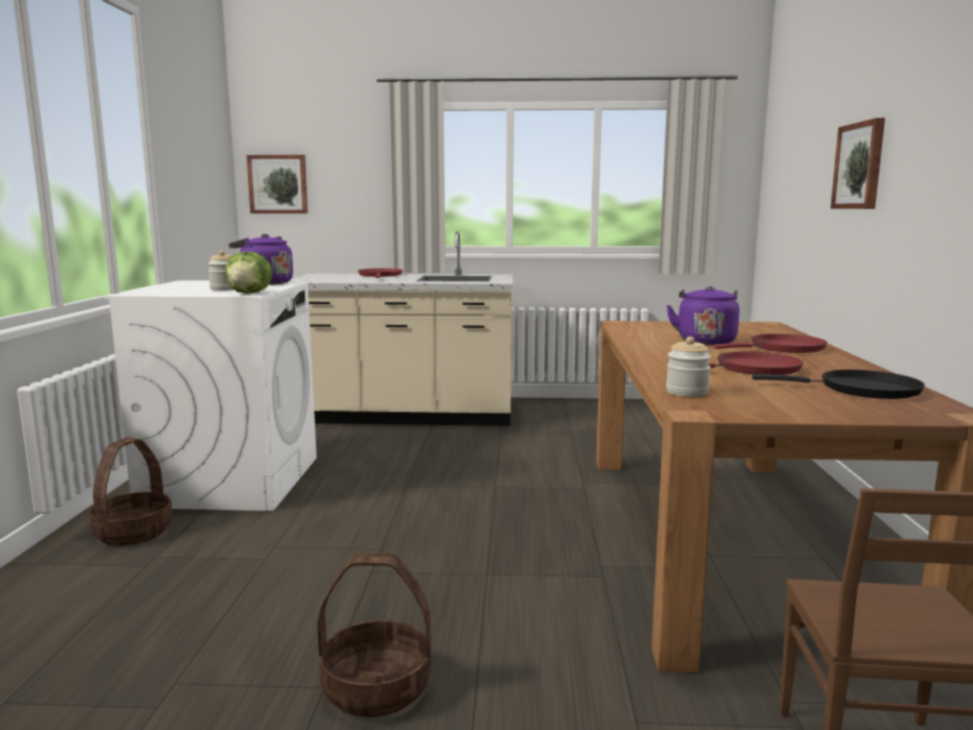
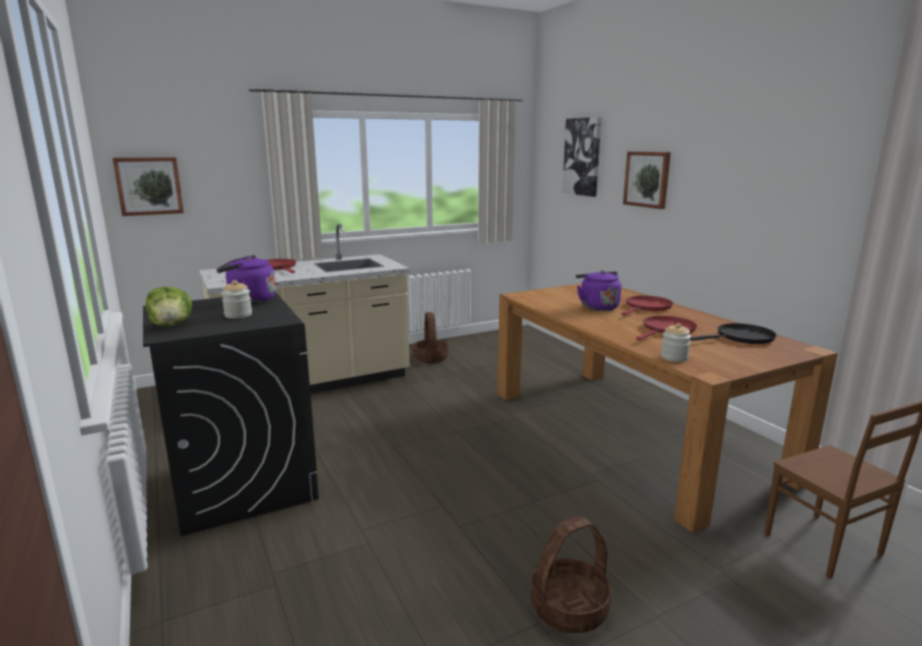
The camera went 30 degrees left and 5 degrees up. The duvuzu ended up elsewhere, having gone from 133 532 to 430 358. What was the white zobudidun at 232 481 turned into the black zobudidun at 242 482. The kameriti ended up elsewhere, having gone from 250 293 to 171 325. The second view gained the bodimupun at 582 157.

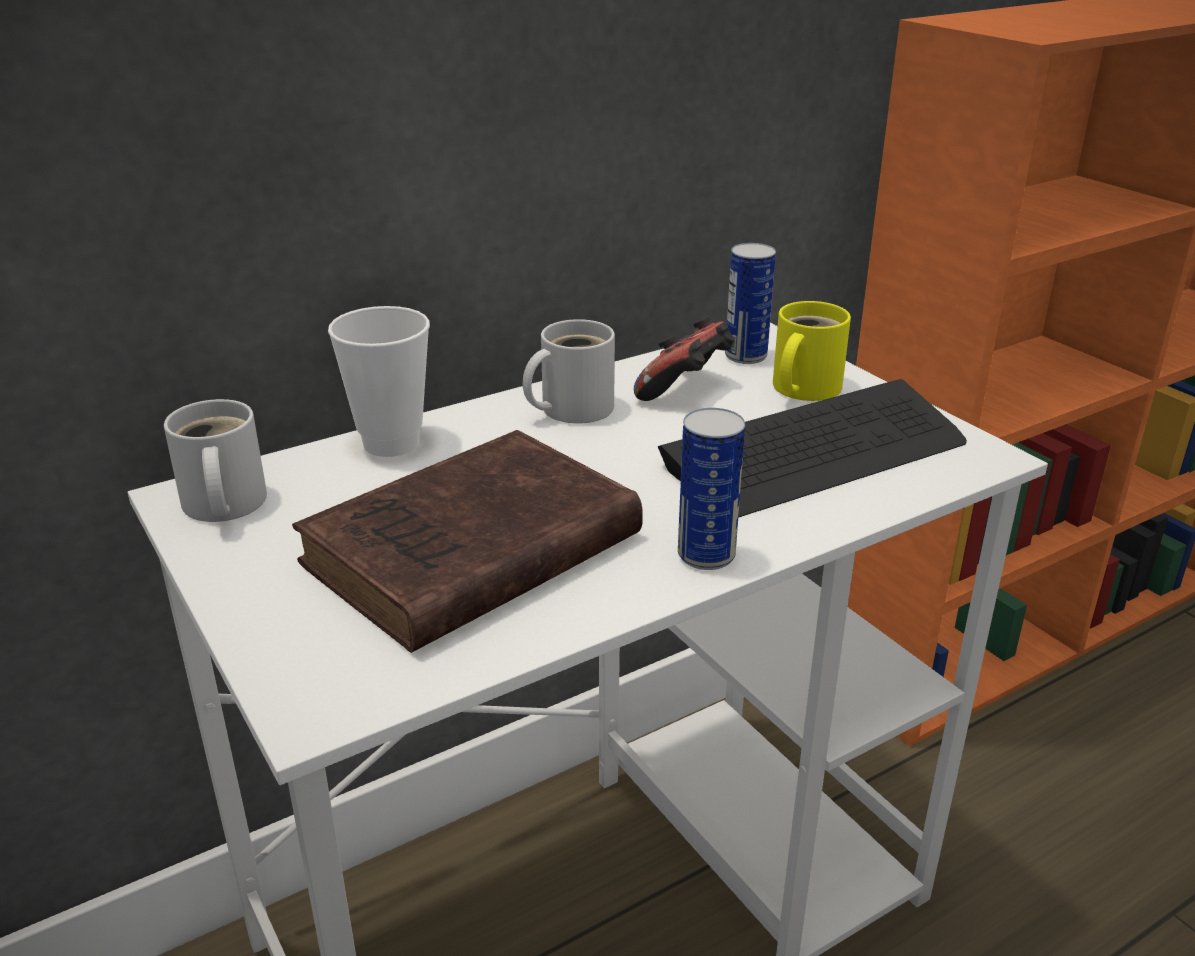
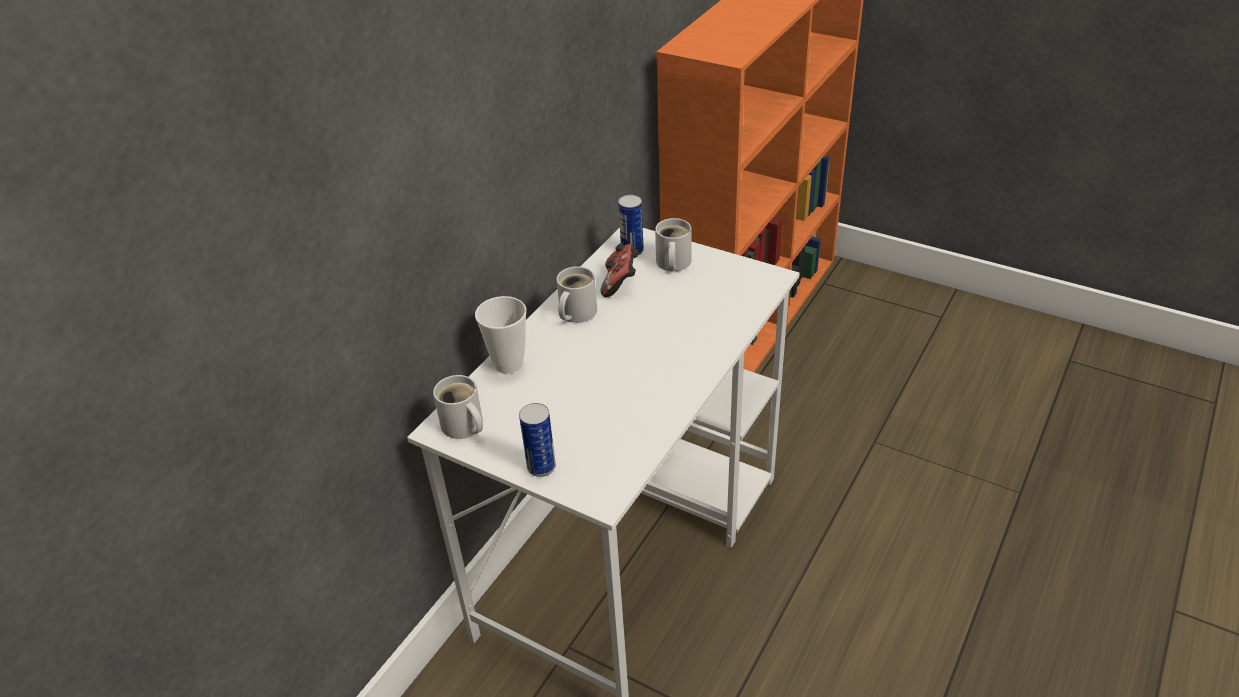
The camera went 25 degrees left and 10 degrees up. The second view lost the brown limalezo at 465 554. The second view lost the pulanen at 815 453. The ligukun ended up elsewhere, having gone from 706 555 to 541 467. What was the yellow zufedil at 801 388 turned into the white zufedil at 672 263.

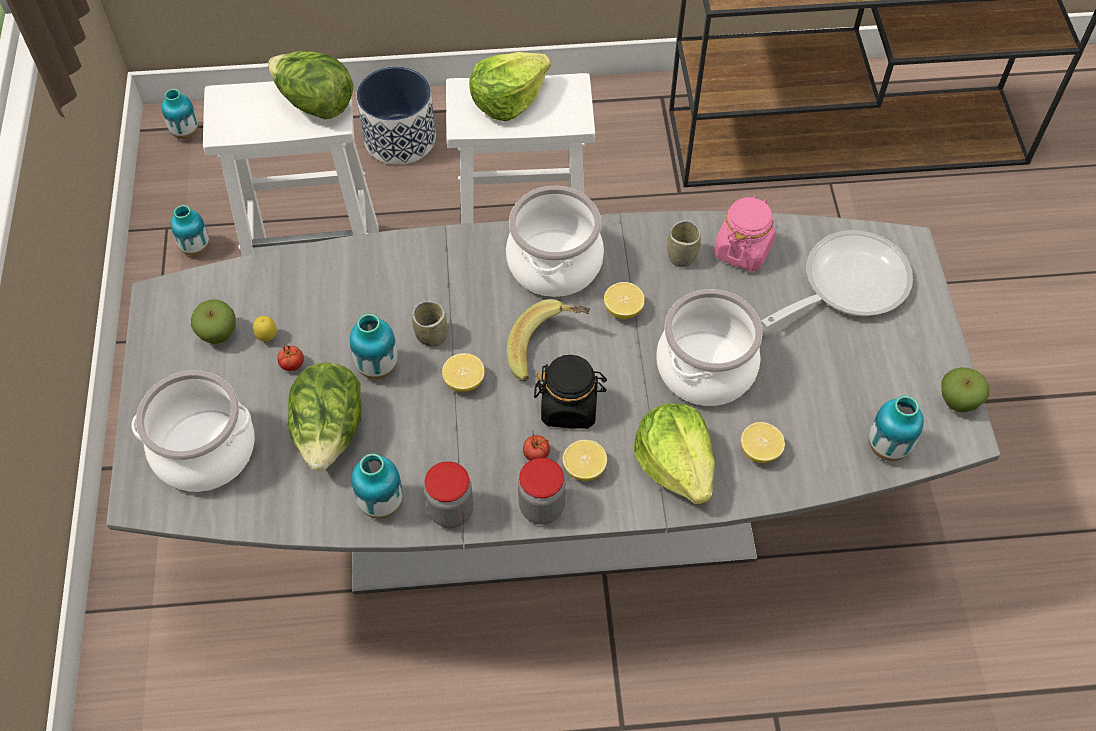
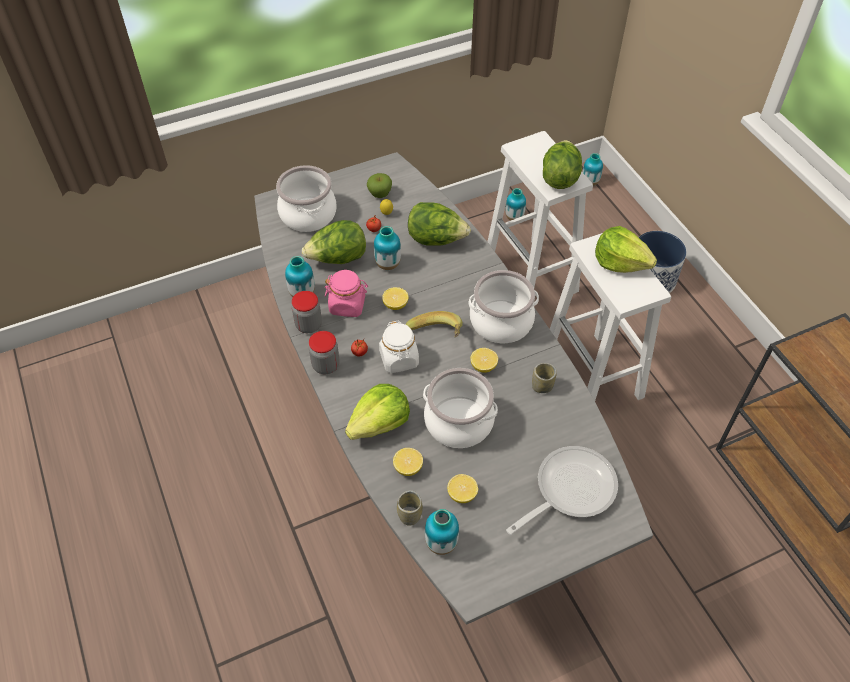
The camera went 70 degrees right and 5 degrees down. The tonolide ended up elsewhere, having gone from 431 335 to 409 515. What was the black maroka at 569 407 turned into the white maroka at 399 359. The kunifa ended up elsewhere, having gone from 584 468 to 462 494. The pink maroka ended up elsewhere, having gone from 743 250 to 347 305. The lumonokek at 847 284 ended up facing another way, 75 degrees counterclockwise from before. The second view lost the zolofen at 957 402. The second view gained the kameriti at 436 239.

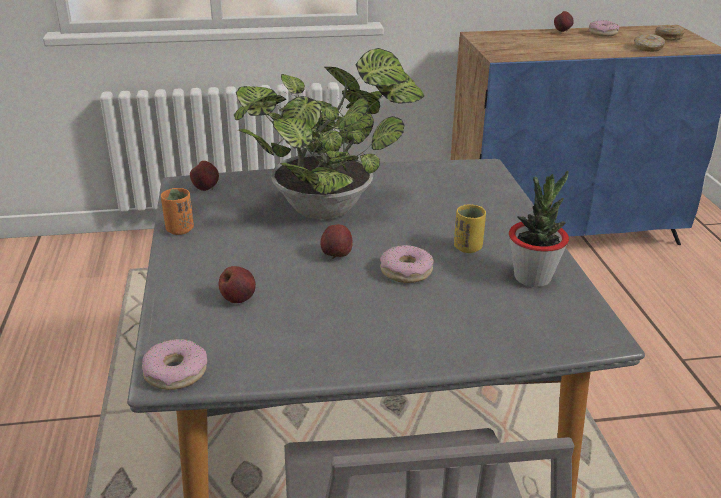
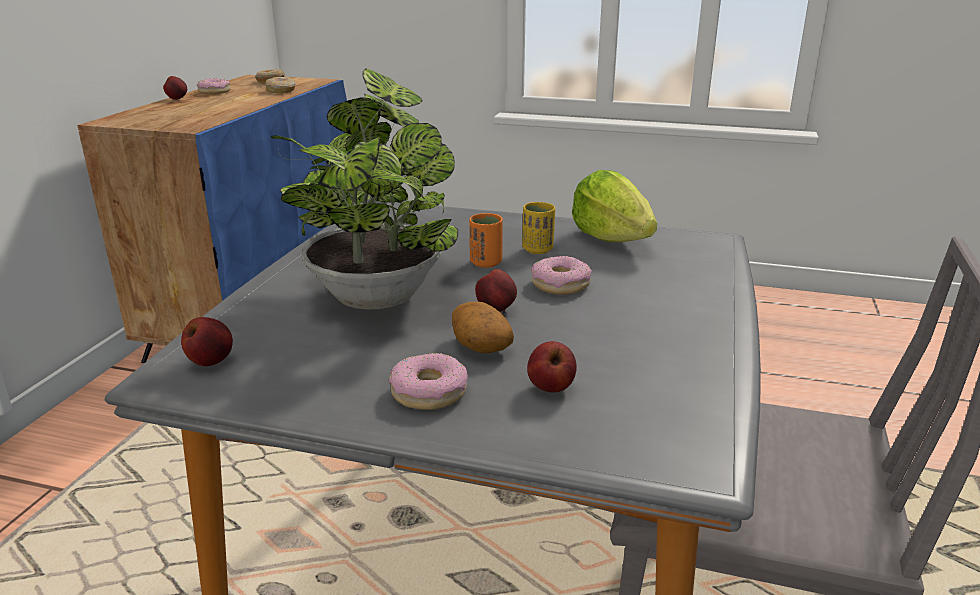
The camera went 65 degrees left and 5 degrees down. The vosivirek ended up elsewhere, having gone from 176 372 to 428 392. The orange tonolide ended up elsewhere, having gone from 179 230 to 486 263. Where the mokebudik stood at 532 277, the kameriti came to stand at 612 239. The second view gained the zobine at 480 345.

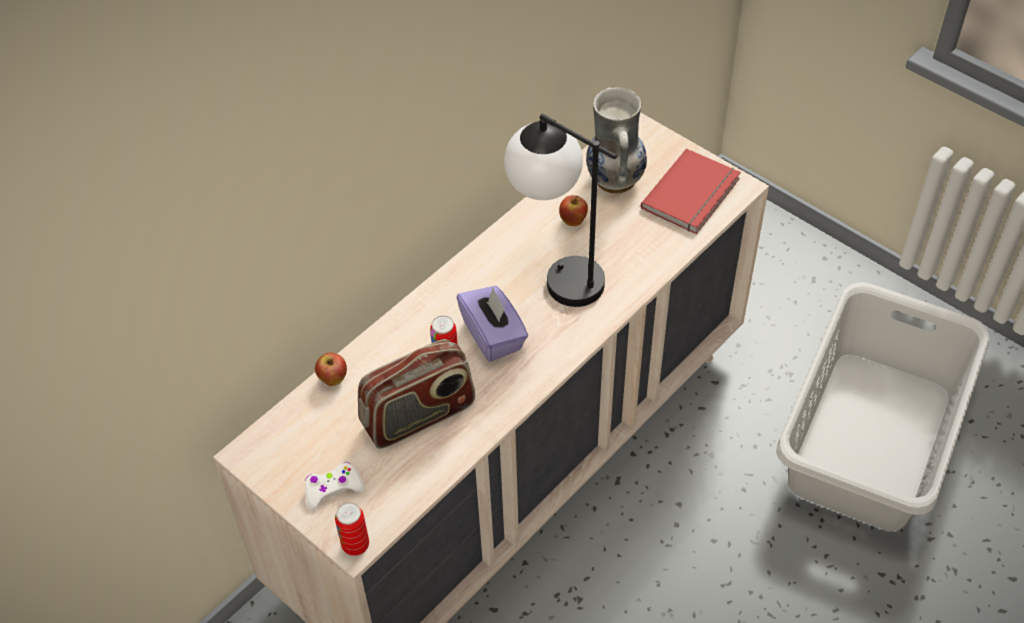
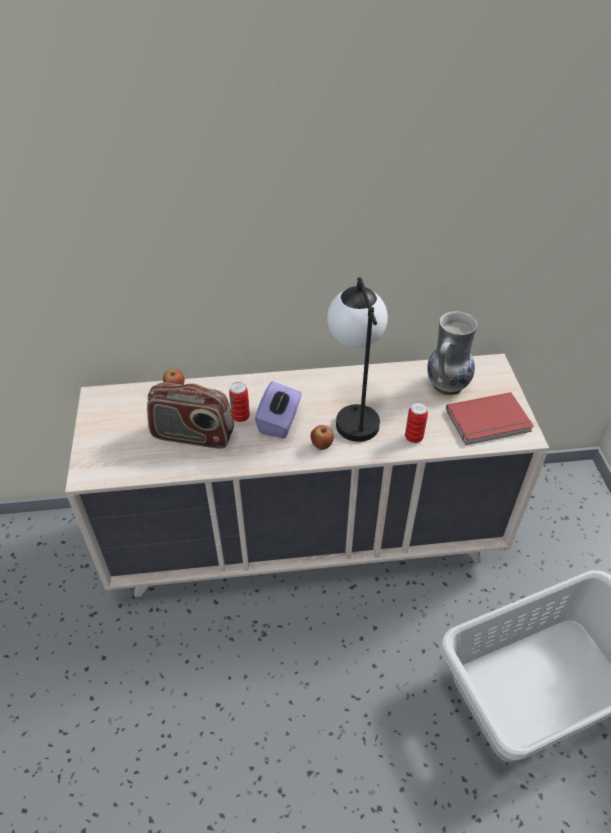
The camera went 40 degrees right and 5 degrees down. The second view lost the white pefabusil at 333 489. The ligukun ended up elsewhere, having gone from 355 545 to 414 437. The zolofen ended up elsewhere, having gone from 573 221 to 322 446.

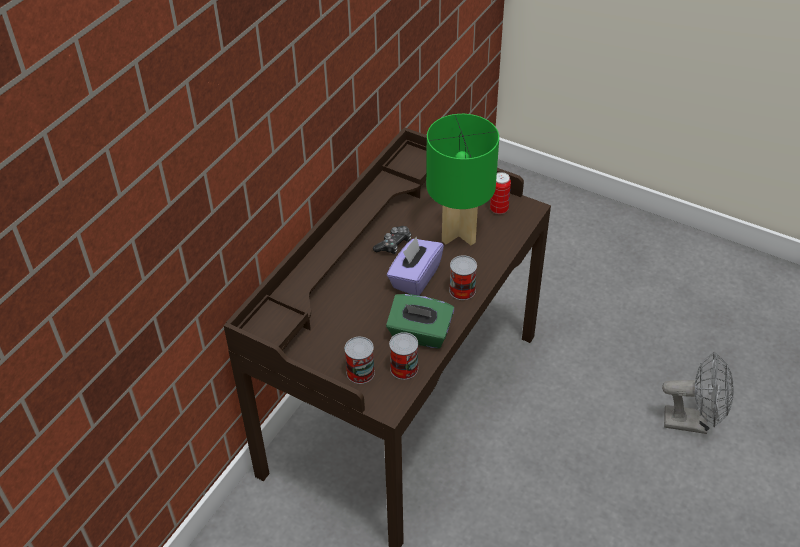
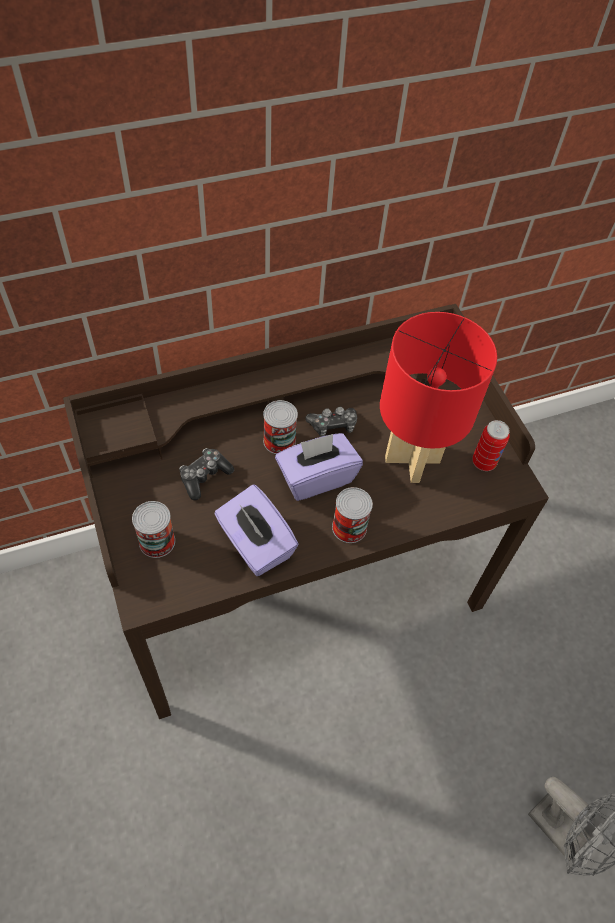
The camera went 35 degrees right and 10 degrees up. What was the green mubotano at 419 334 turned into the purple mubotano at 255 544. The ligukun ended up elsewhere, having gone from 404 368 to 279 441. What was the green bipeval at 458 233 turned into the red bipeval at 411 458. The second view gained the pefabusil at 204 476.

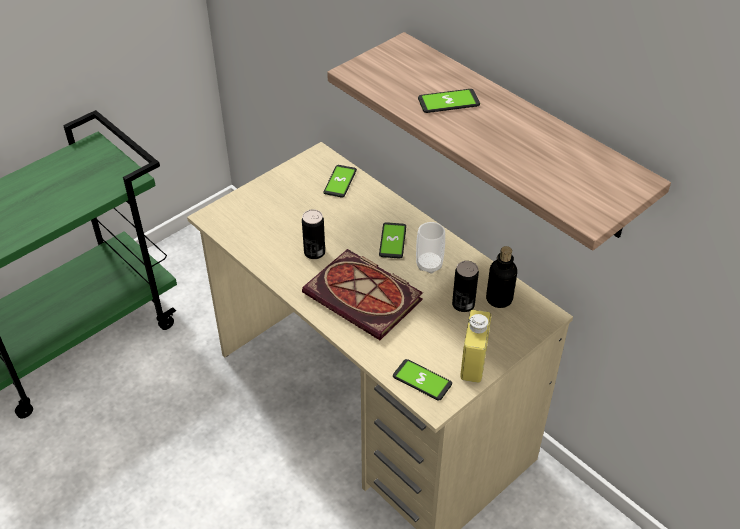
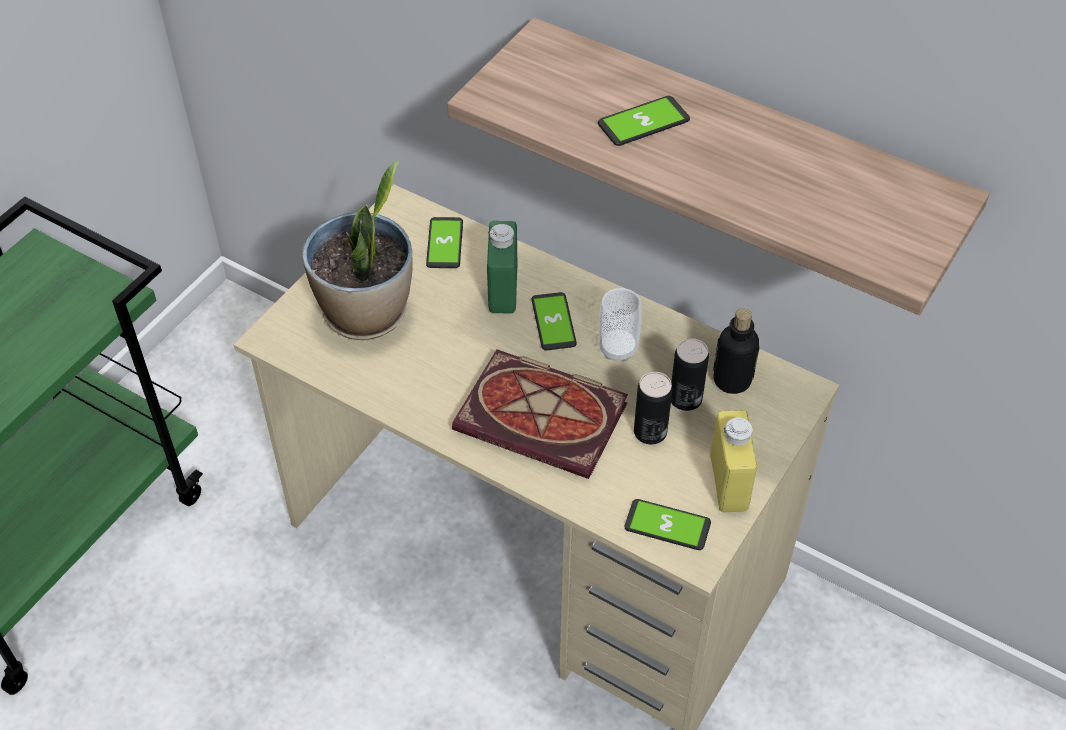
The camera went 15 degrees left and 5 degrees up. The ligukun ended up elsewhere, having gone from 314 252 to 650 432. The second view gained the mokebudik at 366 313. The second view gained the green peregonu at 503 290.

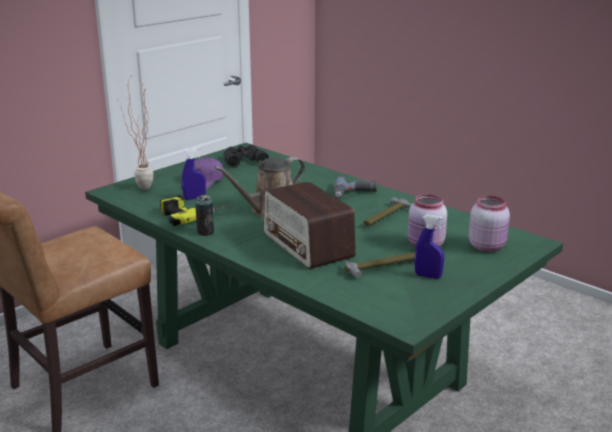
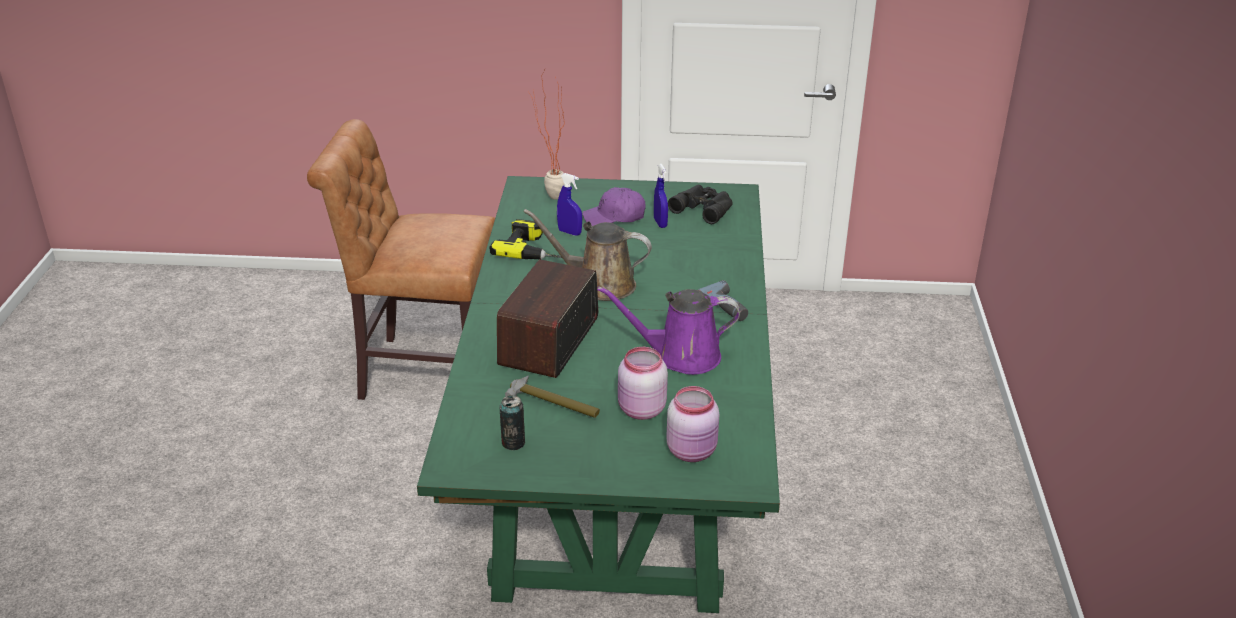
The camera went 50 degrees right and 10 degrees up. The ligukun ended up elsewhere, having gone from 205 232 to 513 443. Where the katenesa stood at 386 217, the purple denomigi came to stand at 680 356. The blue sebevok ended up elsewhere, having gone from 428 276 to 660 223.

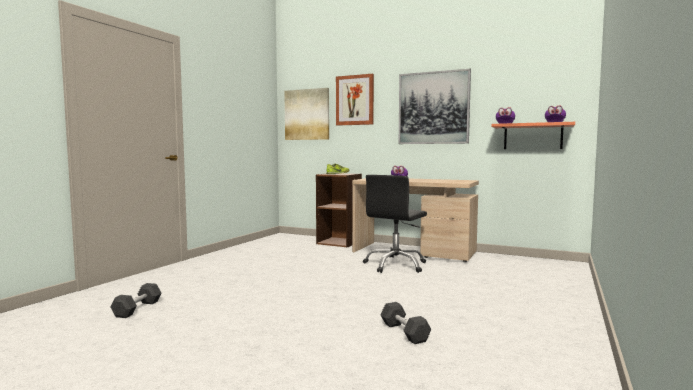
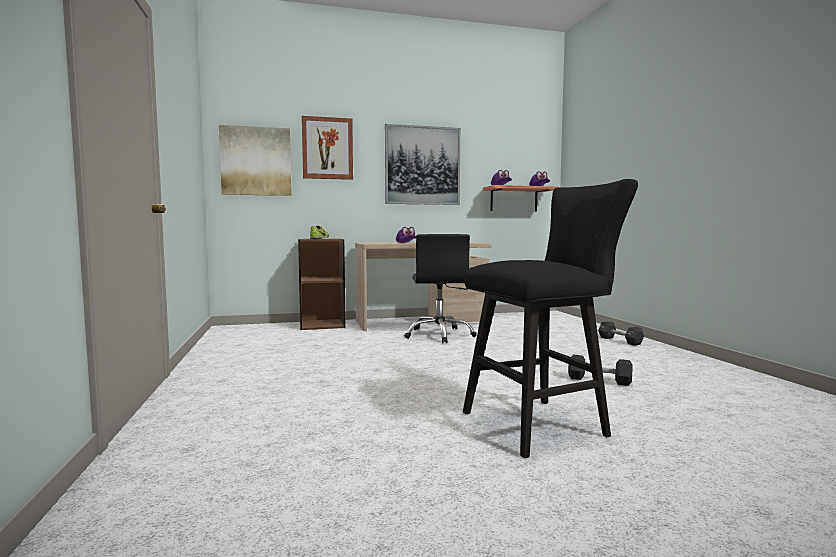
The camera went 40 degrees left and 0 degrees up. The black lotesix ended up elsewhere, having gone from 137 309 to 620 341. The second view gained the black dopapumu at 542 423.

